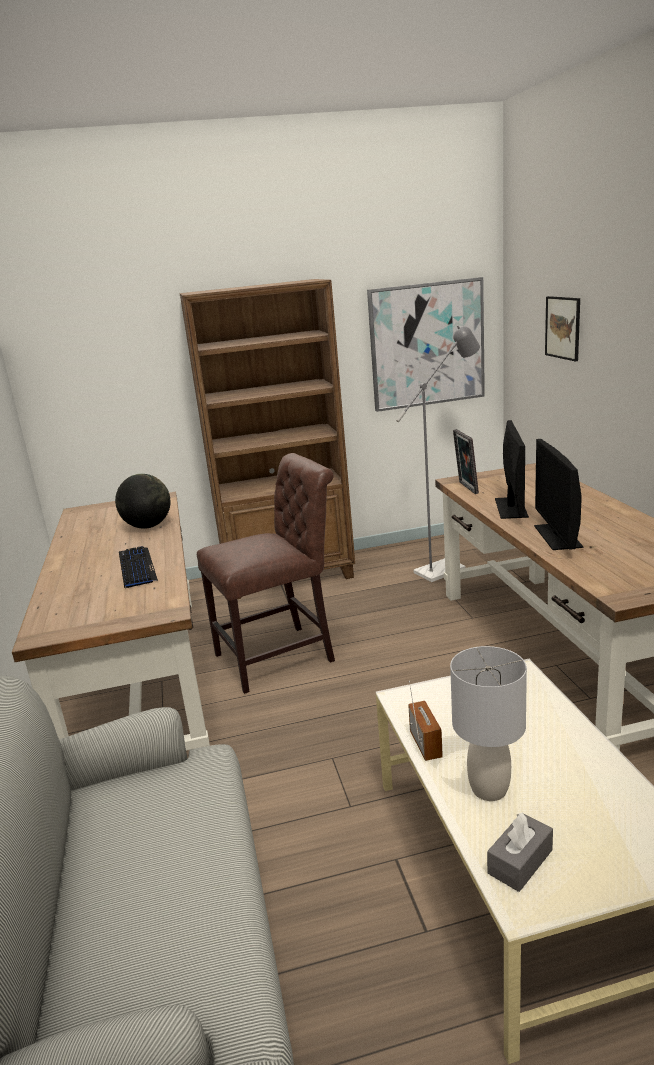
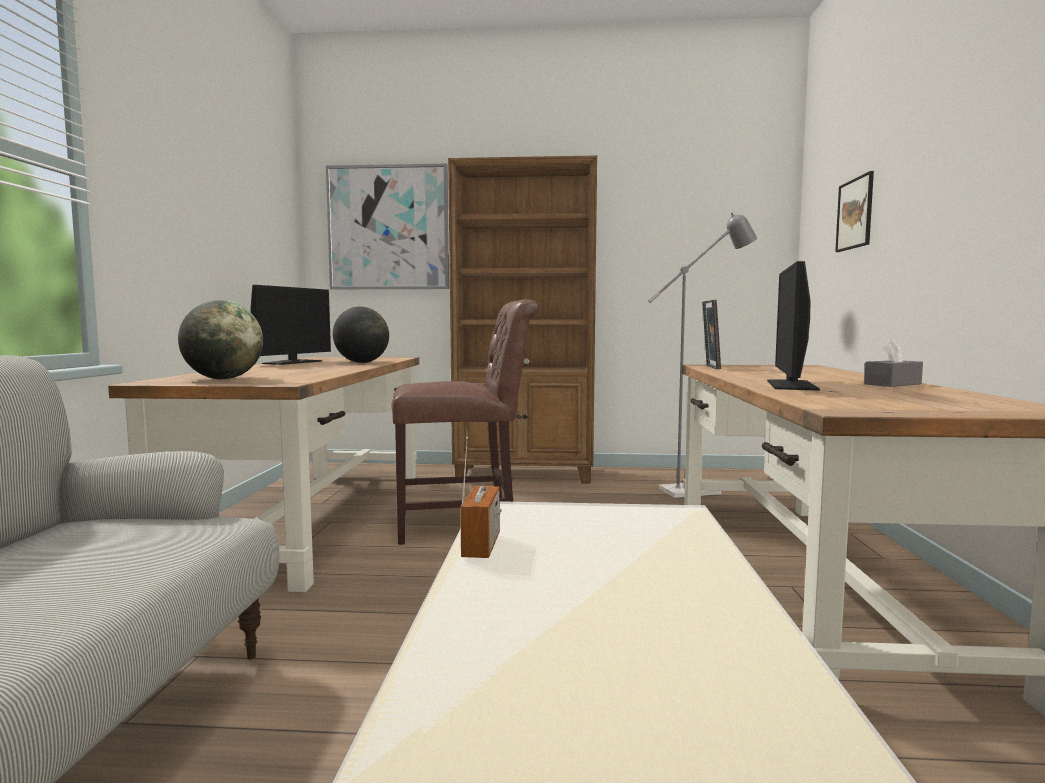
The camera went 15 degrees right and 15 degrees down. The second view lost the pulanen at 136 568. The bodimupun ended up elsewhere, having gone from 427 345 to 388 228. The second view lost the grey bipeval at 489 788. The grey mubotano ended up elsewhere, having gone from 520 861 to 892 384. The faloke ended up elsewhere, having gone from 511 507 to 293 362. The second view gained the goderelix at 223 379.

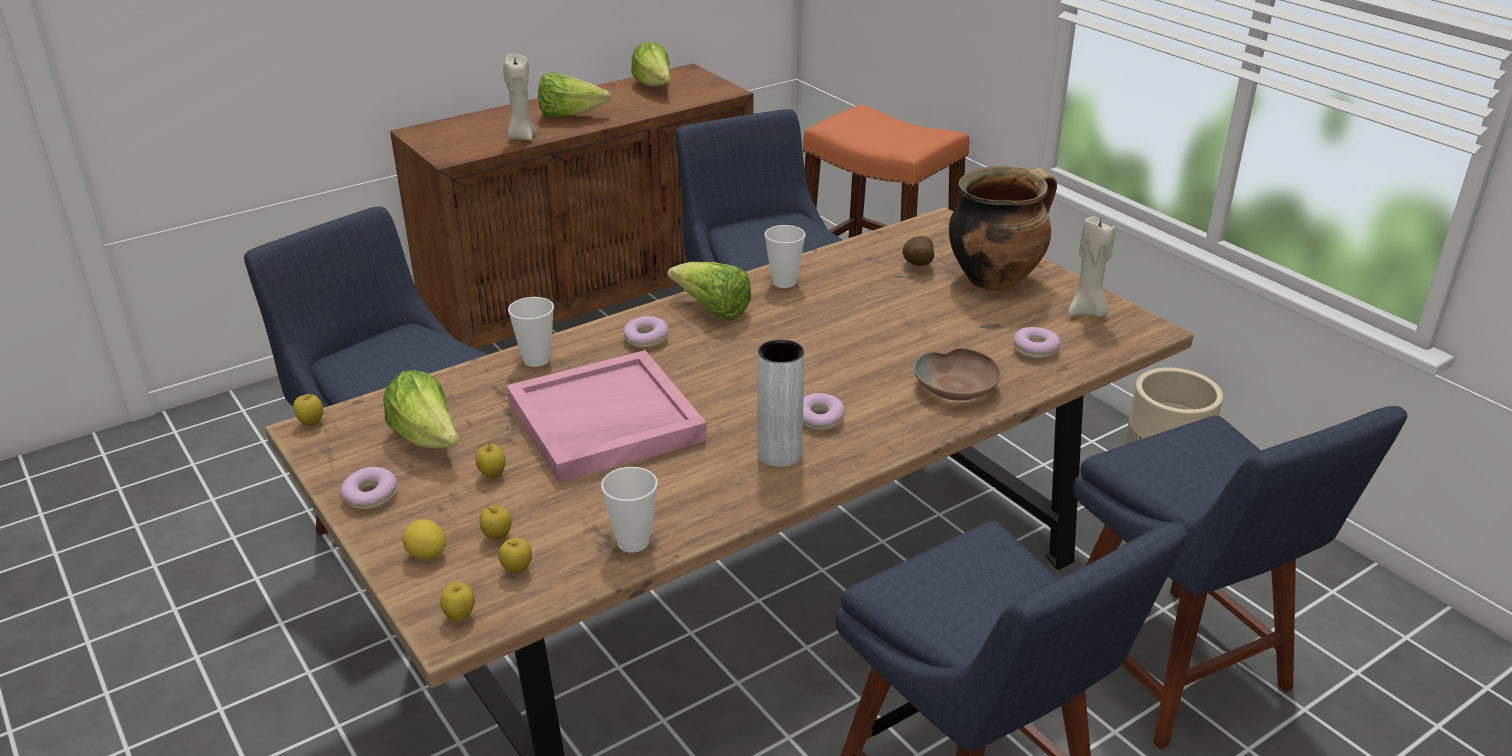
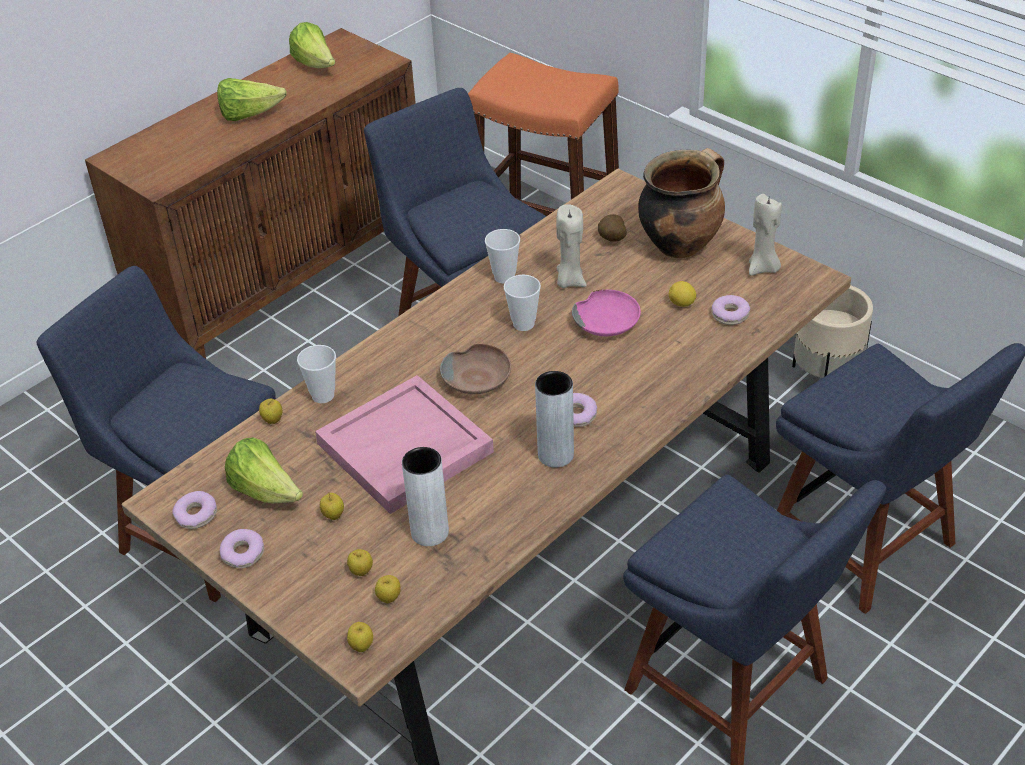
The camera went 10 degrees left and 10 degrees up. The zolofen ended up elsewhere, having gone from 311 423 to 273 420. The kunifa ended up elsewhere, having gone from 426 555 to 681 304. The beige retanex ended up elsewhere, having gone from 521 137 to 569 281. The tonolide ended up elsewhere, having gone from 633 542 to 523 324. The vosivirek ended up elsewhere, having gone from 646 339 to 196 515. The second view lost the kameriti at 712 311. The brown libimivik ended up elsewhere, having gone from 957 387 to 478 379. The second view gained the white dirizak at 430 532. The second view gained the pink libimivik at 607 322.

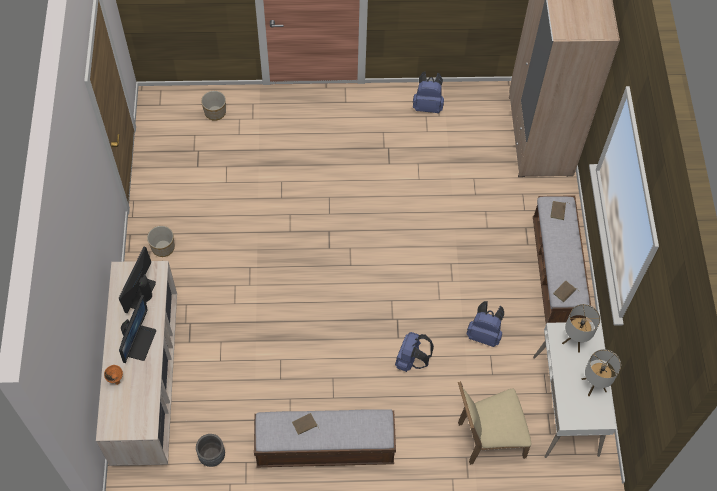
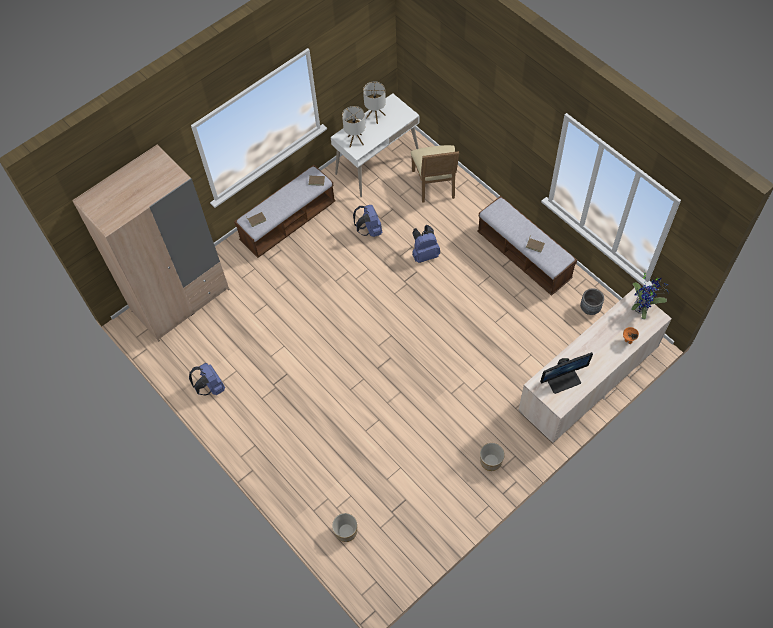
The camera went 125 degrees left and 0 degrees up. The second view lost the faloke at 138 342. The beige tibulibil at 487 438 ended up facing another way, 45 degrees clockwise from before. The second view gained the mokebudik at 642 307.

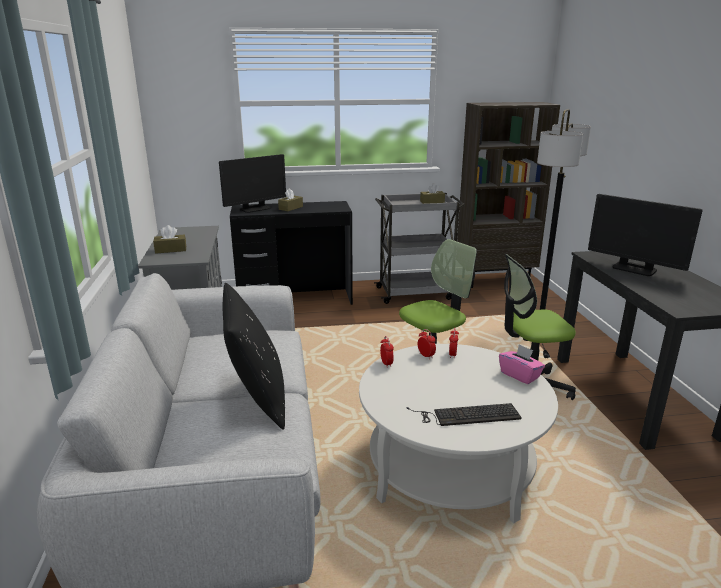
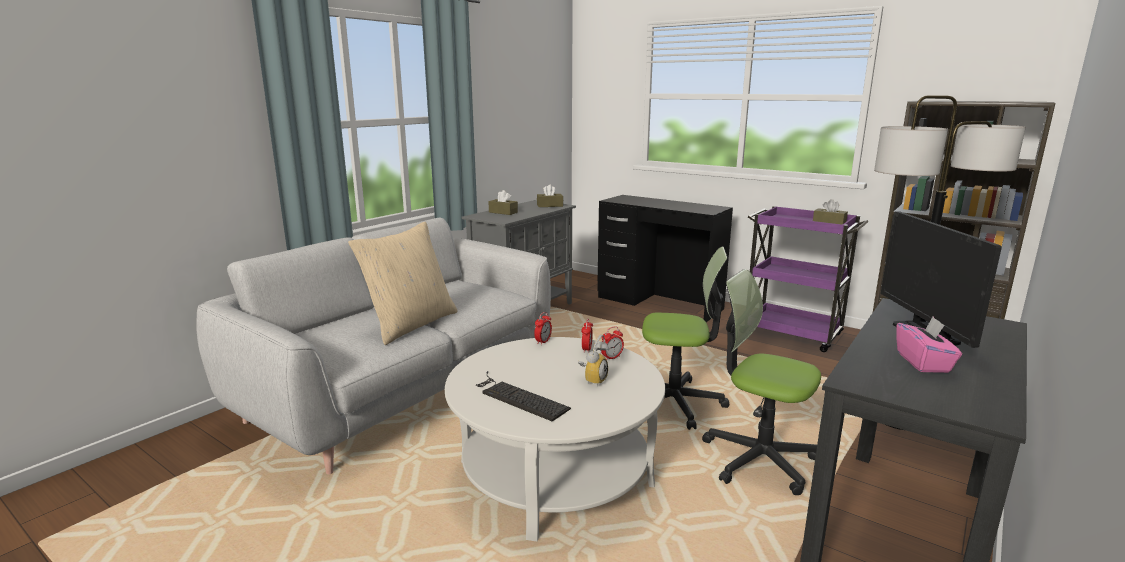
The camera went 45 degrees right and 5 degrees down. The second view lost the faloke at 255 209. What was the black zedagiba at 257 399 turned into the beige zedagiba at 411 324. The brown mubotano ended up elsewhere, having gone from 291 208 to 550 205. What was the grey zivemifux at 415 293 turned into the purple zivemifux at 792 334. The pink mubotano ended up elsewhere, having gone from 520 375 to 923 362. The second view gained the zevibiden at 593 379.

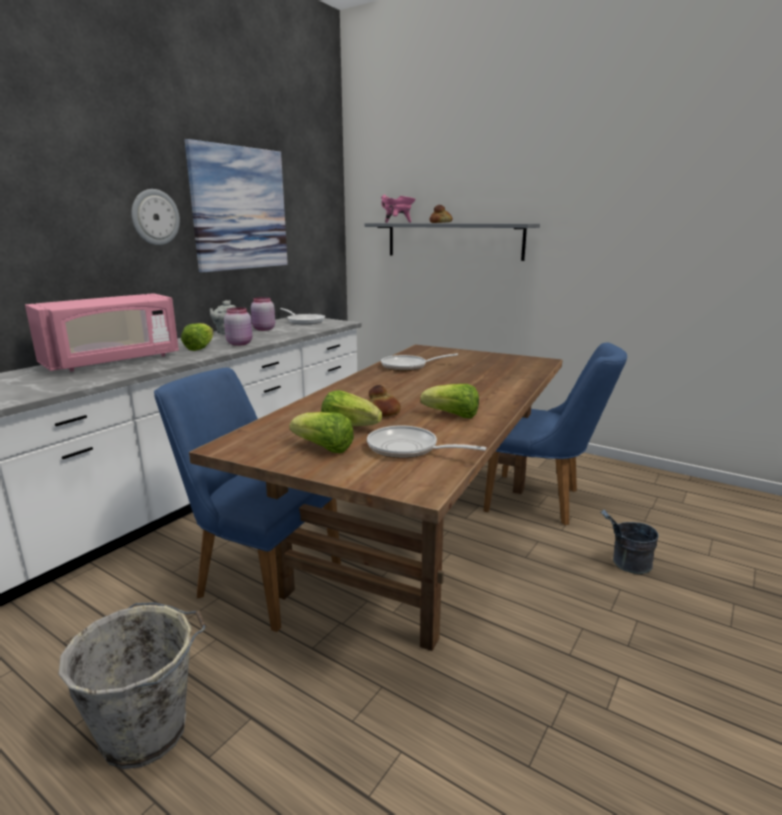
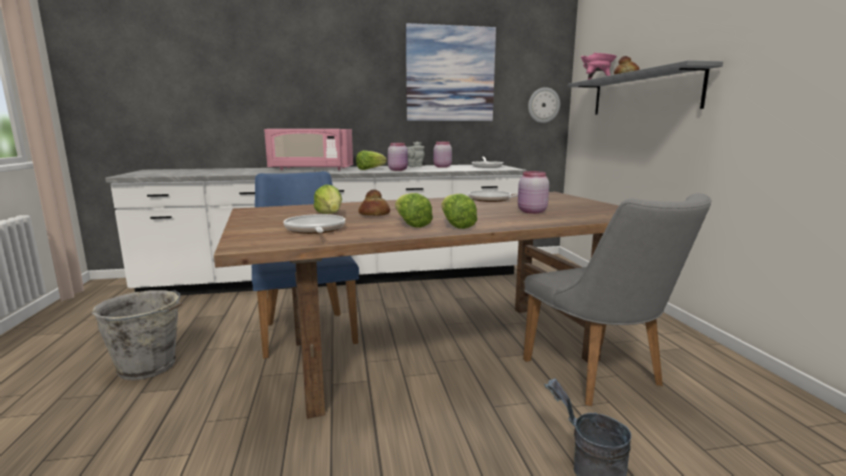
The camera went 45 degrees right and 5 degrees down. The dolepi ended up elsewhere, having gone from 155 217 to 543 105. The kameriti ended up elsewhere, having gone from 323 448 to 456 225. What was the blue tibulibil at 542 501 turned into the grey tibulibil at 600 377. The second view gained the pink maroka at 531 212.

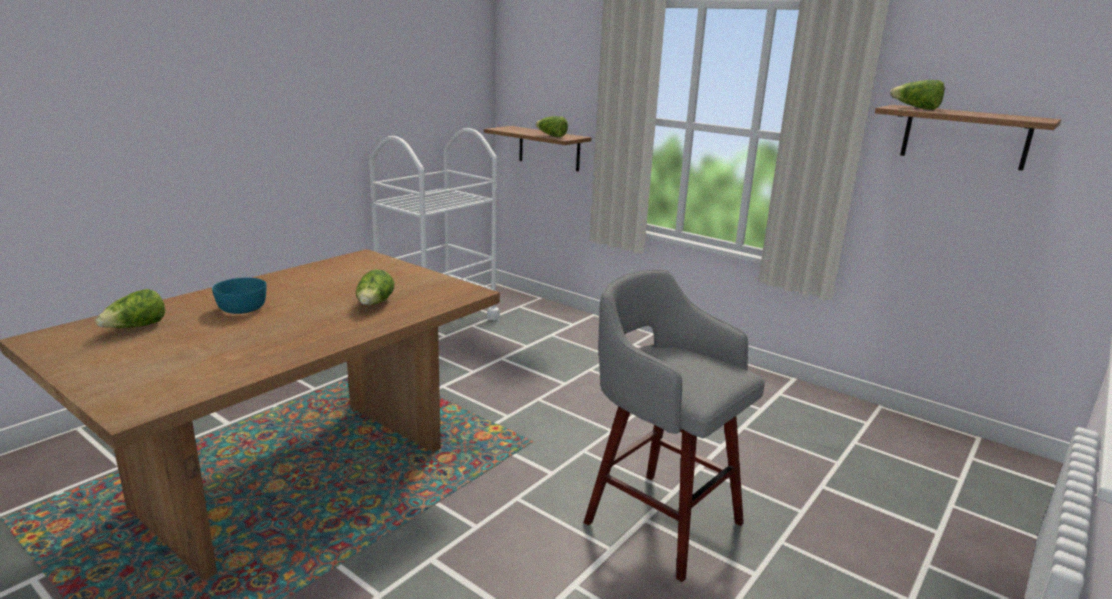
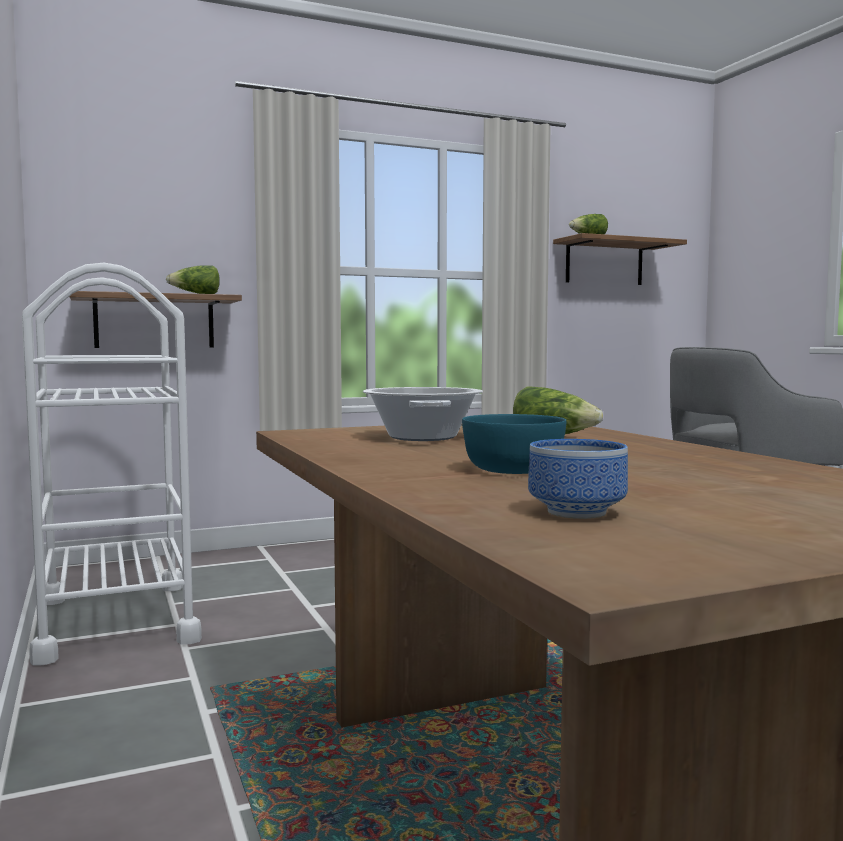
The camera went 60 degrees left and 15 degrees down. Where the kameriti stood at 136 327, the libimivik came to stand at 576 511. The second view gained the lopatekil at 422 437.

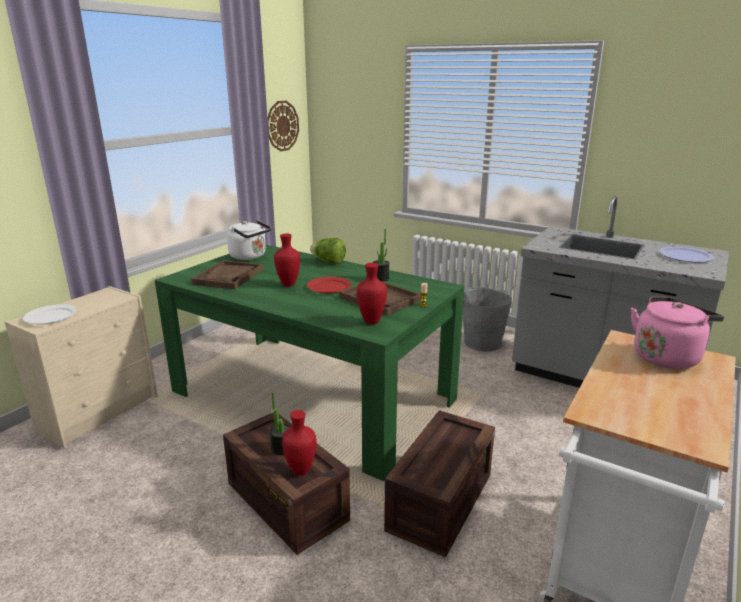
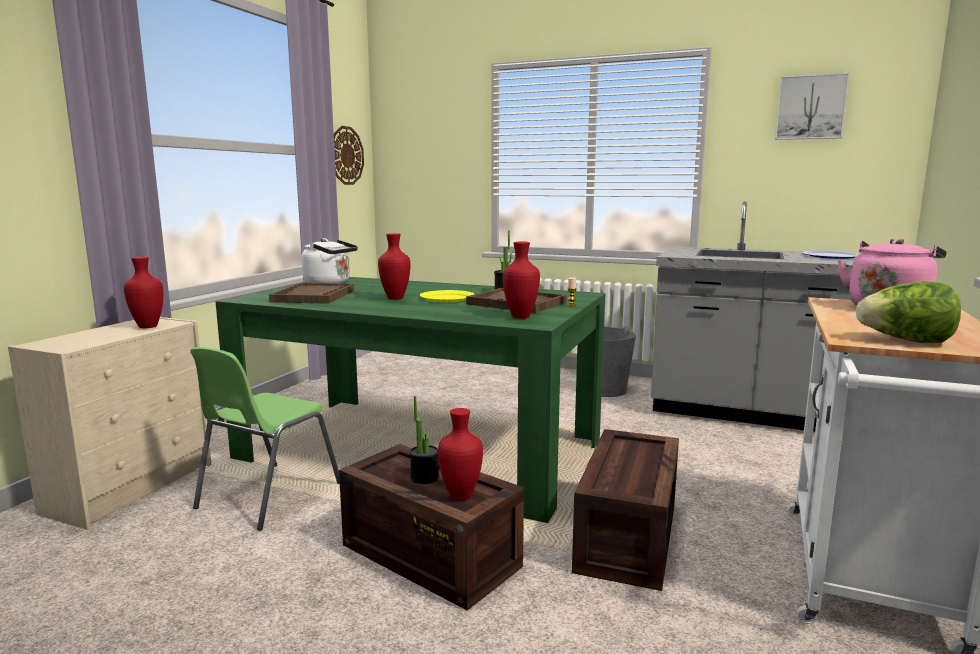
The camera went 10 degrees left and 10 degrees down. The second view lost the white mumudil at 50 316. What was the red mumudil at 328 287 turned into the yellow mumudil at 446 298. The kameriti ended up elsewhere, having gone from 329 262 to 905 341. The second view gained the red dirizak at 147 326. The second view gained the green tibulibil at 267 496. The second view gained the bodimupun at 810 107.

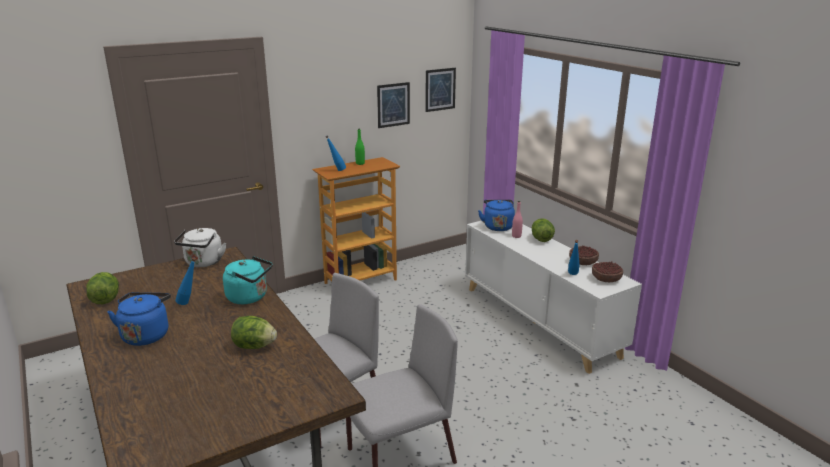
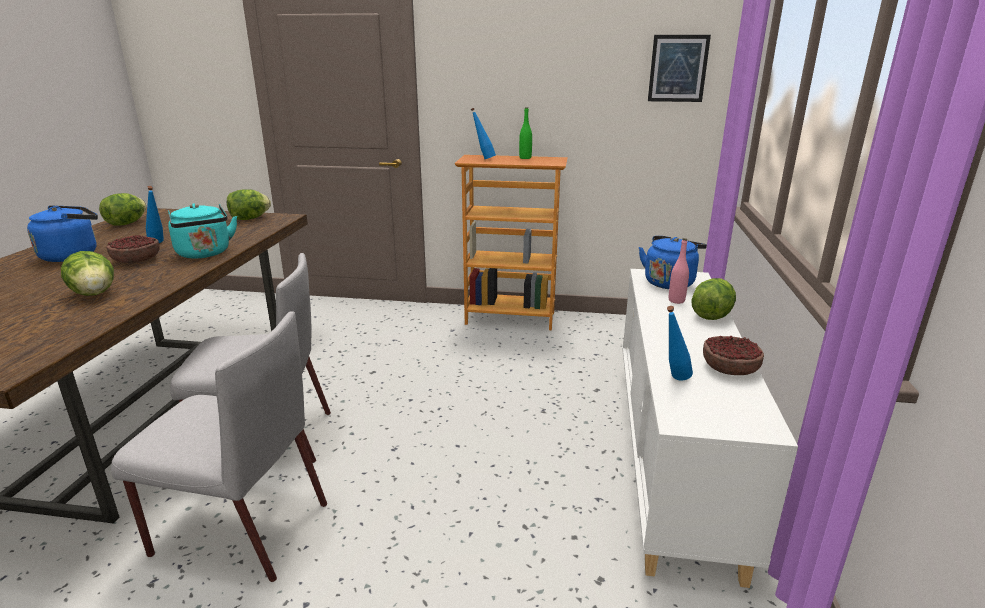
The camera went 40 degrees right and 0 degrees up. Where the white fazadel stood at 203 263, the kameriti came to stand at 250 219. The second view lost the bodimupun at 393 105. The libimivik ended up elsewhere, having gone from 606 279 to 136 260.

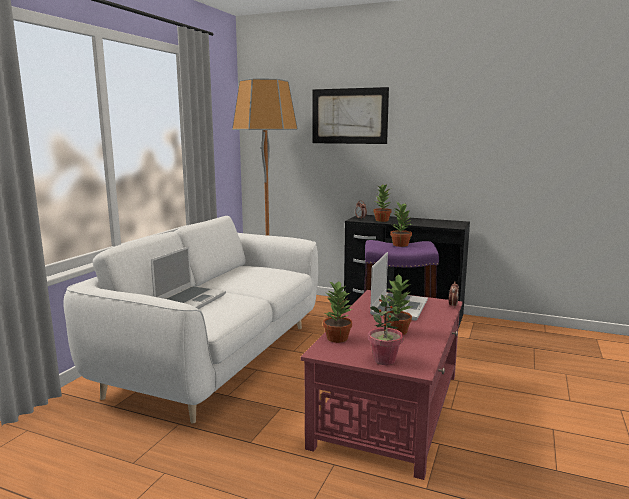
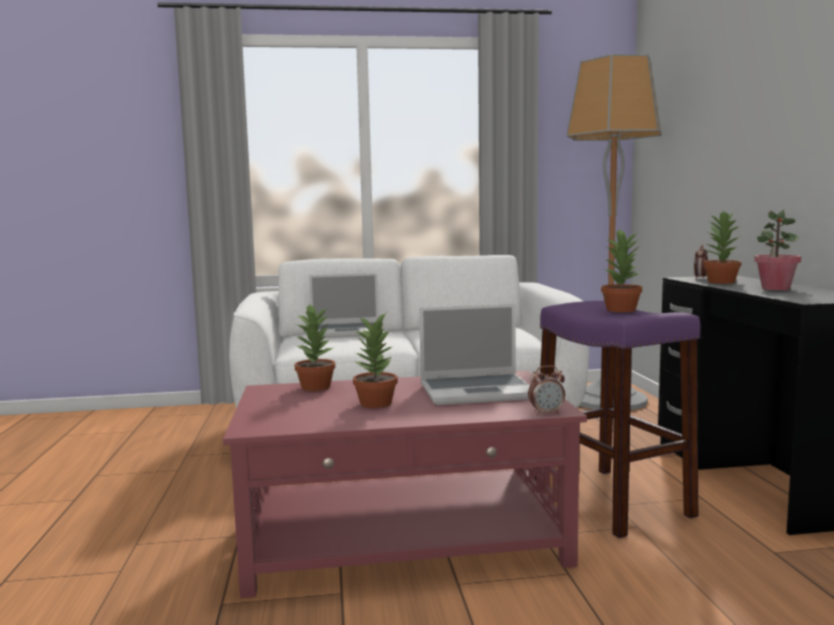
The camera went 60 degrees right and 5 degrees down. The second view lost the bodimupun at 349 116. The mokebudik ended up elsewhere, having gone from 384 360 to 775 288.

